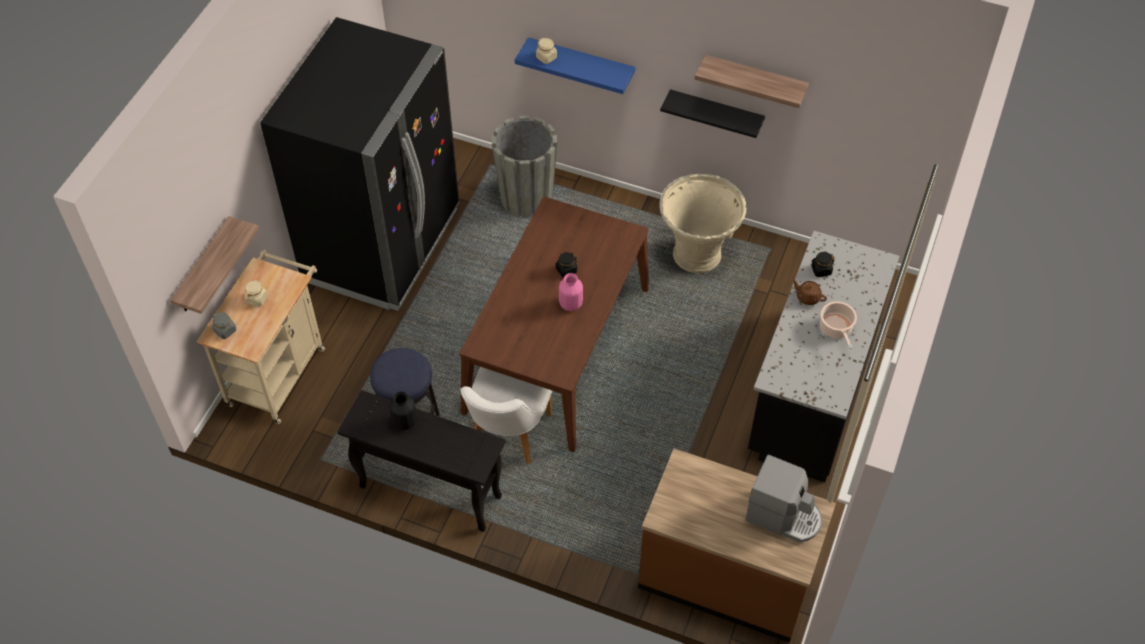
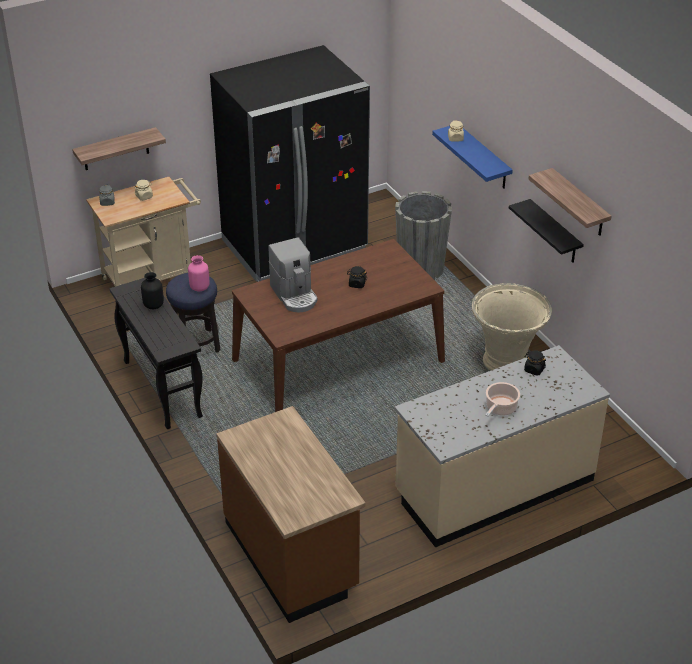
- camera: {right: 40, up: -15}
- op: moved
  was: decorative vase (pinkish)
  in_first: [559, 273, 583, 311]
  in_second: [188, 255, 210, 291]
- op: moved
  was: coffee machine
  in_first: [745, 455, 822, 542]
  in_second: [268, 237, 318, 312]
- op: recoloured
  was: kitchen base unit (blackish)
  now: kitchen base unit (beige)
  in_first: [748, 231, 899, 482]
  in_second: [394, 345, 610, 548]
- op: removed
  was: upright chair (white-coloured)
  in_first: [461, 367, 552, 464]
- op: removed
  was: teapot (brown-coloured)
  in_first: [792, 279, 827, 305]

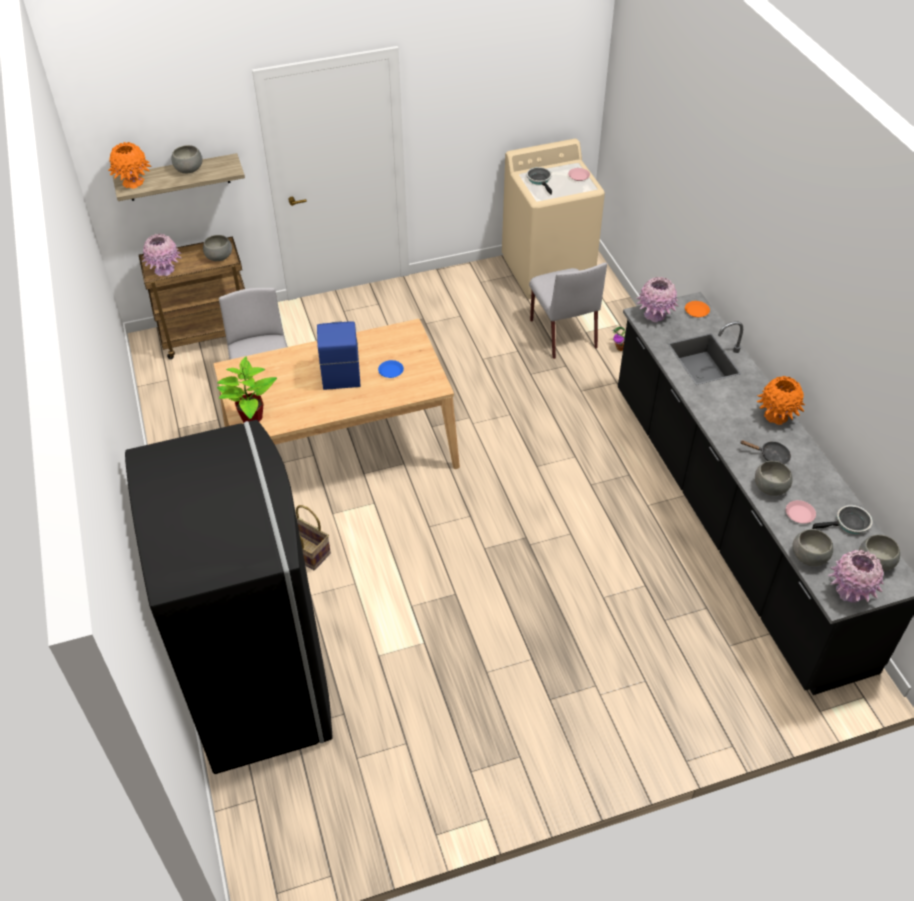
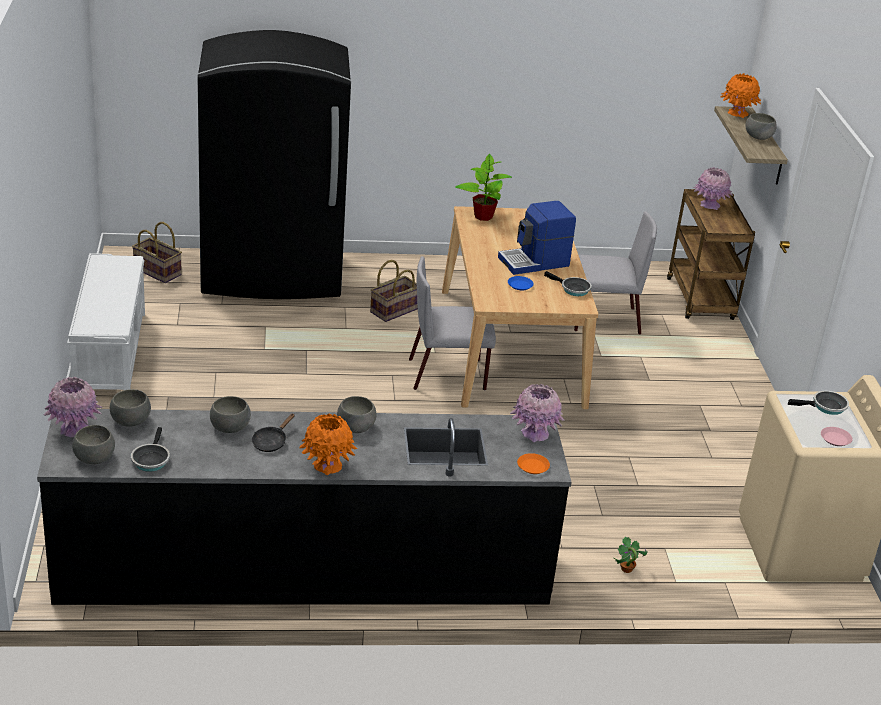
- camera: {right: 100, up: -15}
- op: added
  now: long seat (white-coloured)
  in_second: [67, 253, 145, 390]
- op: added
  now: household basket
  in_second: [132, 222, 182, 283]
- op: moved
  was: bowl (greyish)
  in_first: [203, 235, 232, 261]
  in_second: [337, 396, 376, 433]
- op: moved
  was: upright chair (greyish)
  in_first: [529, 263, 607, 359]
  in_second: [409, 256, 496, 390]
- op: turned
  was: coffee machine
  in_first: [317, 321, 361, 390]
  in_second: [498, 201, 576, 275]
  clockwise: 150
- op: added
  now: pan
  in_second: [544, 271, 592, 296]
- op: removed
  was: dinner plate (pinkish)
  in_first: [786, 500, 816, 523]

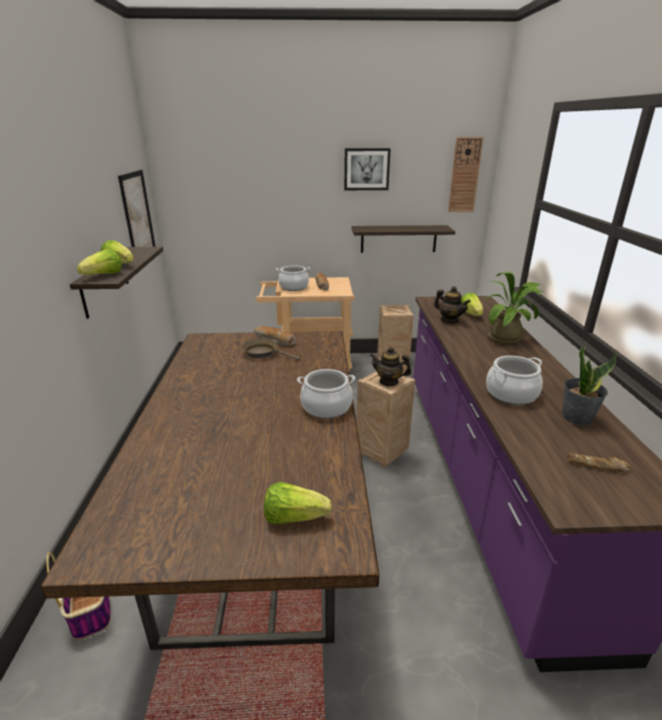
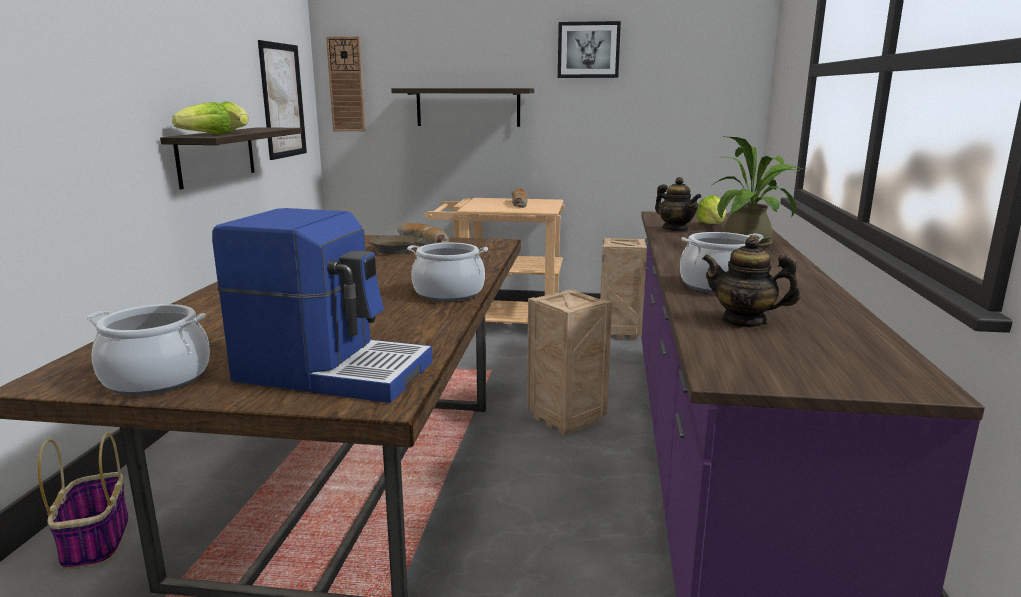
- camera: {right: 10, up: -10}
- op: moved
  was: saucepot
  in_first: [276, 265, 310, 291]
  in_second: [87, 304, 210, 395]
- op: replaced
  was: lettuce
  now: coffee machine
  in_first: [264, 482, 332, 525]
  in_second: [212, 208, 432, 403]
- op: moved
  was: wall clock
  in_first: [448, 137, 484, 212]
  in_second: [326, 36, 366, 131]
- op: moved
  was: wall shelf
  in_first: [352, 225, 455, 253]
  in_second: [391, 88, 534, 127]
- op: moved
  was: teapot
  in_first: [370, 347, 412, 386]
  in_second: [702, 236, 800, 328]
- op: removed
  was: potted plant
  in_first: [562, 343, 618, 426]
- op: removed
  was: baked bread
  in_first: [567, 453, 631, 472]

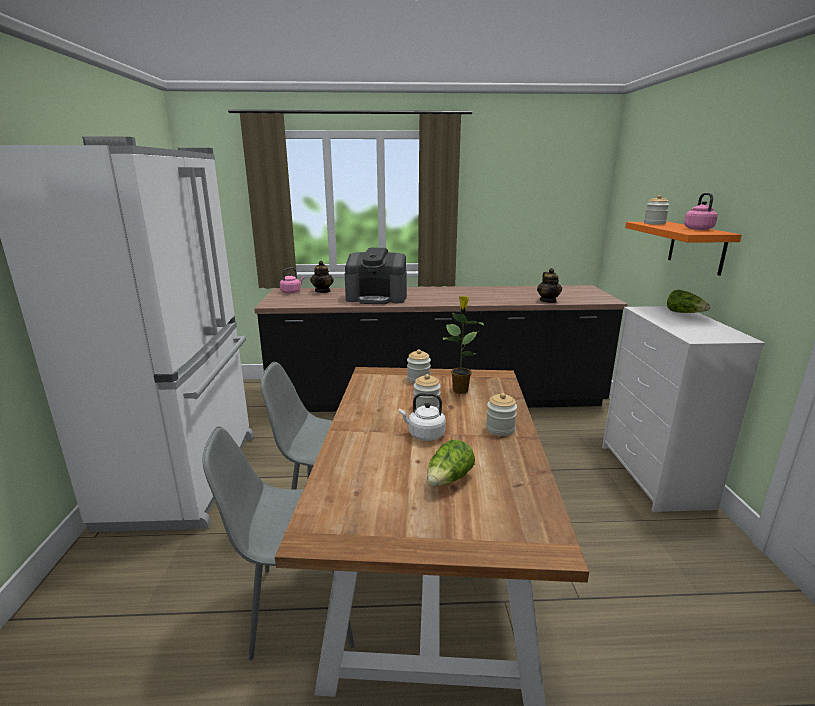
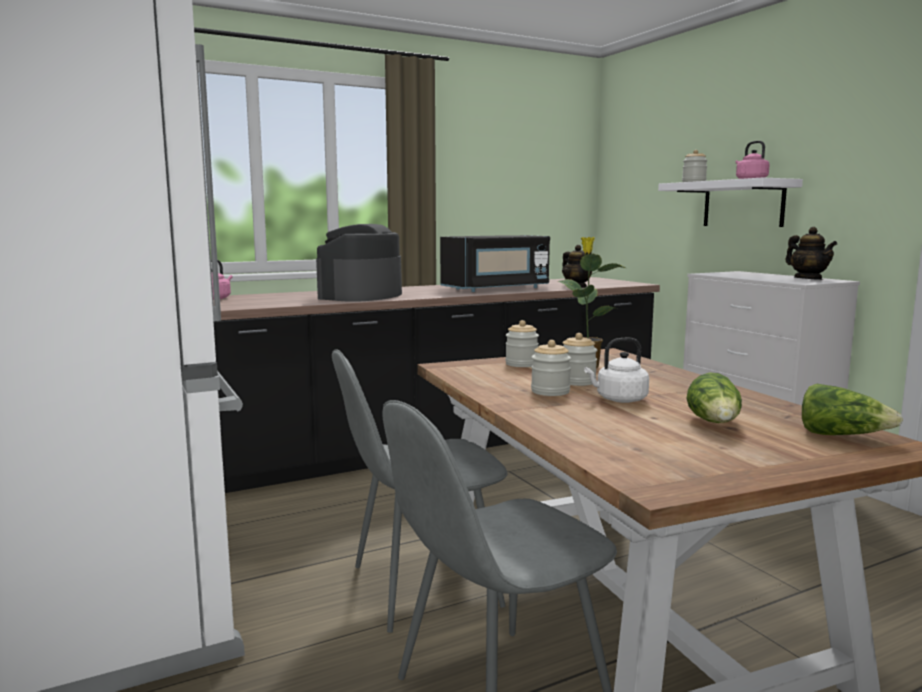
- camera: {right: -25, up: -10}
- op: turned
  was: coffee machine
  in_first: [345, 248, 407, 304]
  in_second: [316, 224, 402, 302]
  clockwise: 135
- op: added
  now: kitchen microwave (blackish)
  in_second: [440, 235, 550, 292]
- op: moved
  was: jar
  in_first: [486, 393, 517, 436]
  in_second: [531, 340, 571, 396]
- op: recoloured
  was: wall shelf (orangey)
  now: wall shelf (white-coloured)
  in_first: [625, 222, 741, 276]
  in_second: [658, 178, 803, 227]
- op: moved
  was: teapot
  in_first: [310, 261, 334, 293]
  in_second: [785, 227, 837, 280]
- op: moved
  was: lettuce
  in_first: [667, 289, 710, 313]
  in_second: [802, 384, 903, 435]

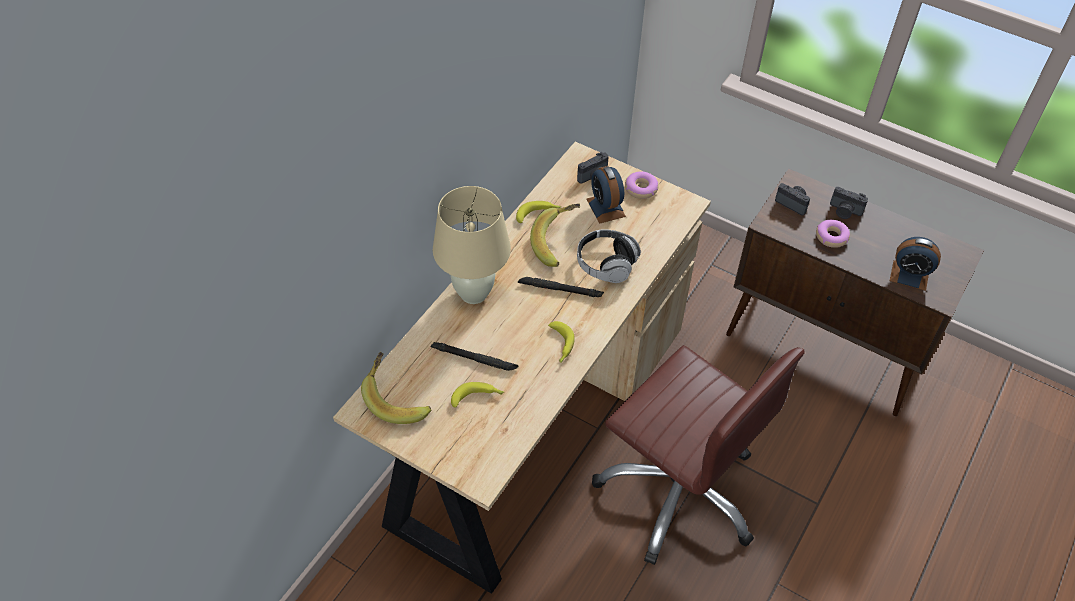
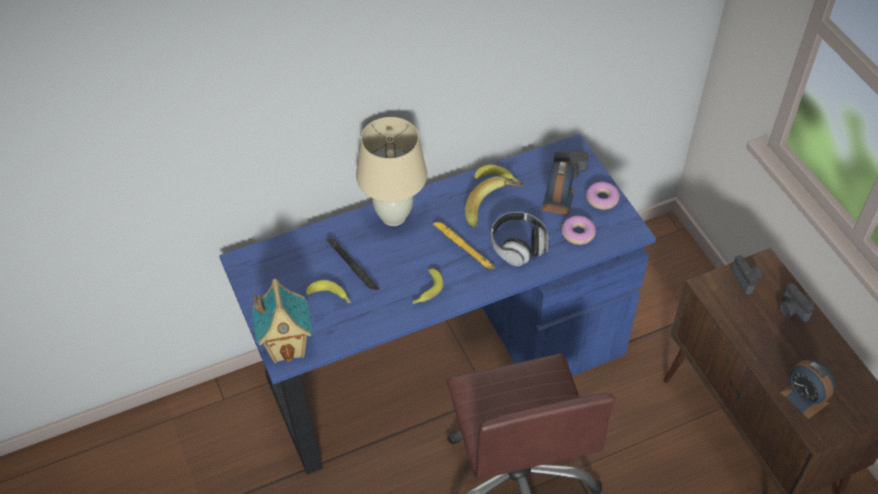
- camera: {right: 35, up: 0}
- op: recoloured
  was: desk unit (beige)
  now: desk unit (blue)
  in_first: [333, 142, 711, 594]
  in_second: [219, 134, 656, 474]
- op: added
  now: miniature house
  in_second: [252, 279, 313, 363]
- op: recoloured
  was: hand torch (blackish)
  now: hand torch (yellow-coloured)
  in_first: [518, 277, 604, 297]
  in_second: [433, 222, 495, 270]
- op: moved
  was: donut
  in_first: [816, 220, 850, 248]
  in_second: [562, 216, 596, 245]
- op: removed
  was: banana fruit
  in_first: [361, 352, 432, 424]

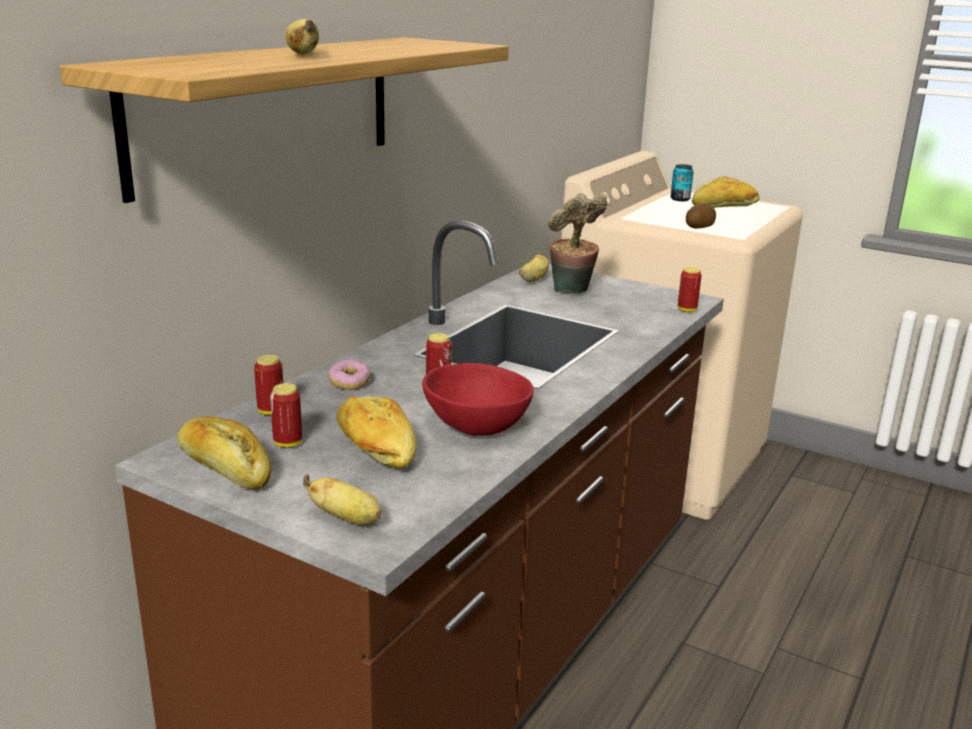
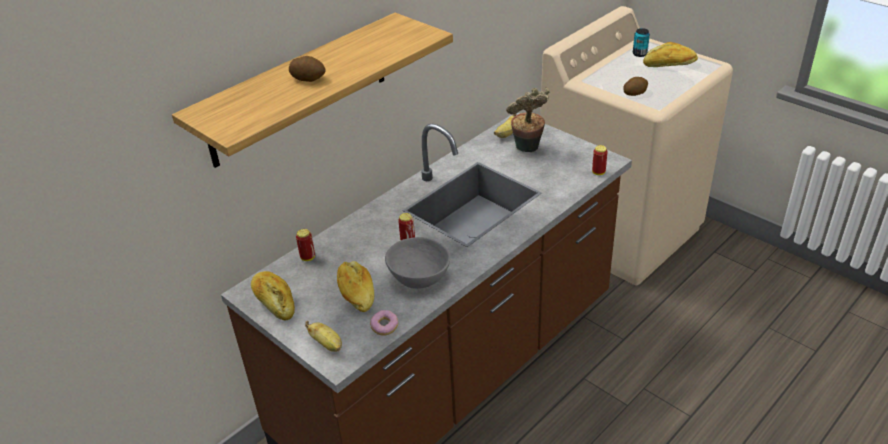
- camera: {right: 15, up: 15}
- op: replaced
  was: banana fruit
  now: potato
  in_first: [285, 19, 319, 55]
  in_second: [289, 56, 326, 82]
- op: moved
  was: donut
  in_first: [328, 360, 370, 390]
  in_second: [370, 310, 398, 336]
- op: recoloured
  was: bowl (red)
  now: bowl (greyish)
  in_first: [422, 363, 534, 436]
  in_second: [385, 237, 450, 289]
- op: removed
  was: can
  in_first: [270, 383, 302, 448]

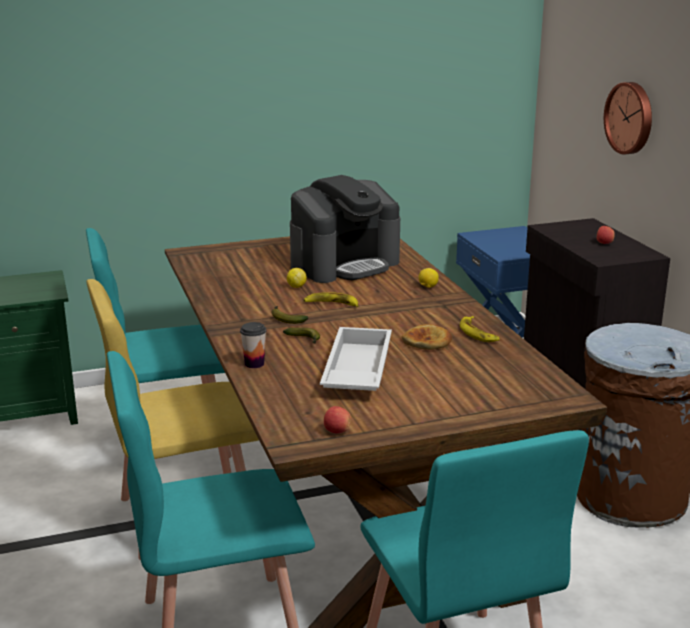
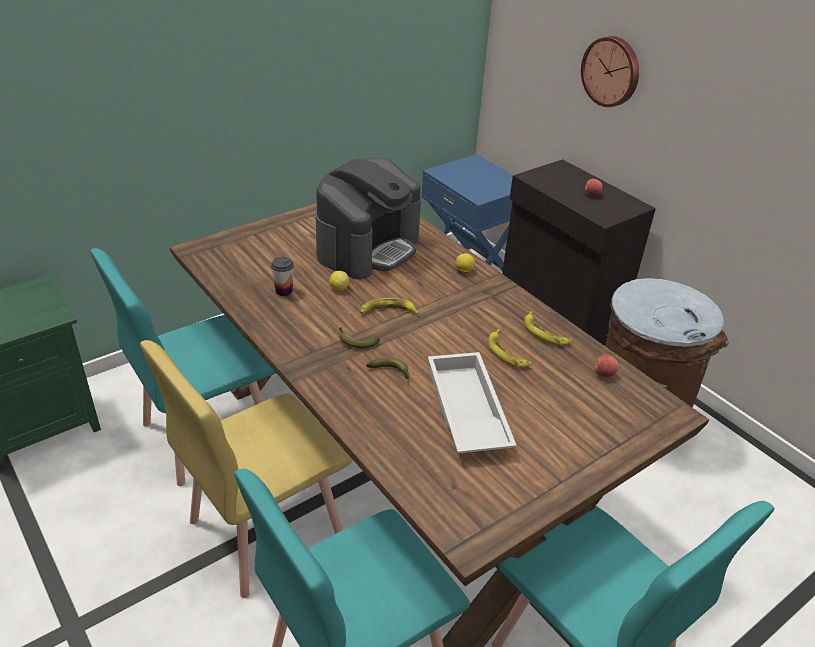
- camera: {right: -20, up: 15}
- op: moved
  was: small cup
  in_first: [240, 322, 266, 368]
  in_second: [271, 257, 294, 296]
- op: replaced
  was: baked bread
  now: banana fruit
  in_first: [401, 324, 452, 350]
  in_second: [488, 329, 532, 368]
- op: moved
  was: apple fruit
  in_first: [324, 406, 351, 433]
  in_second: [594, 354, 618, 377]

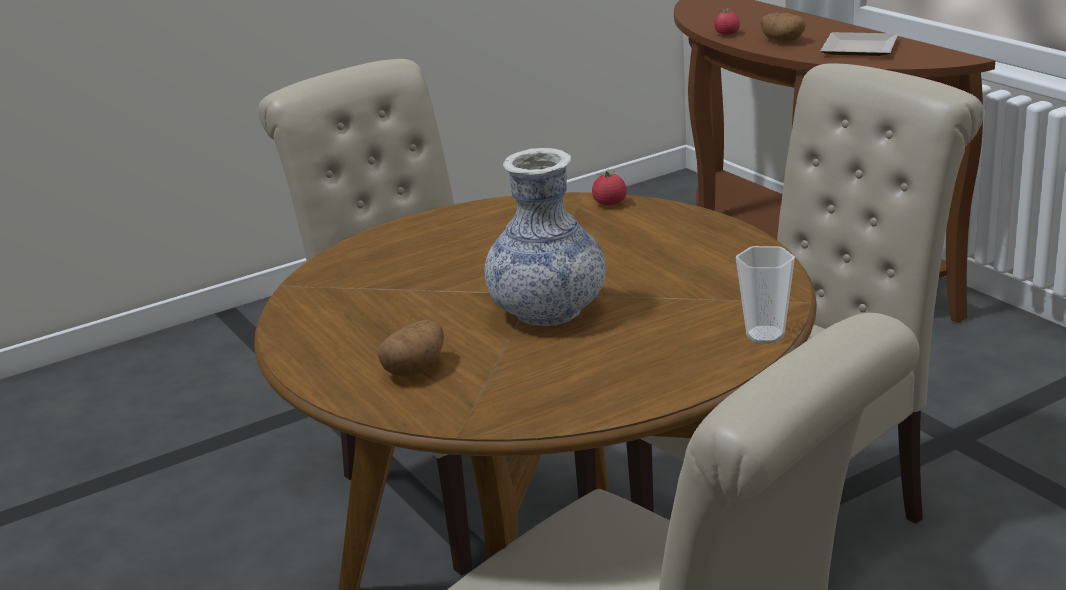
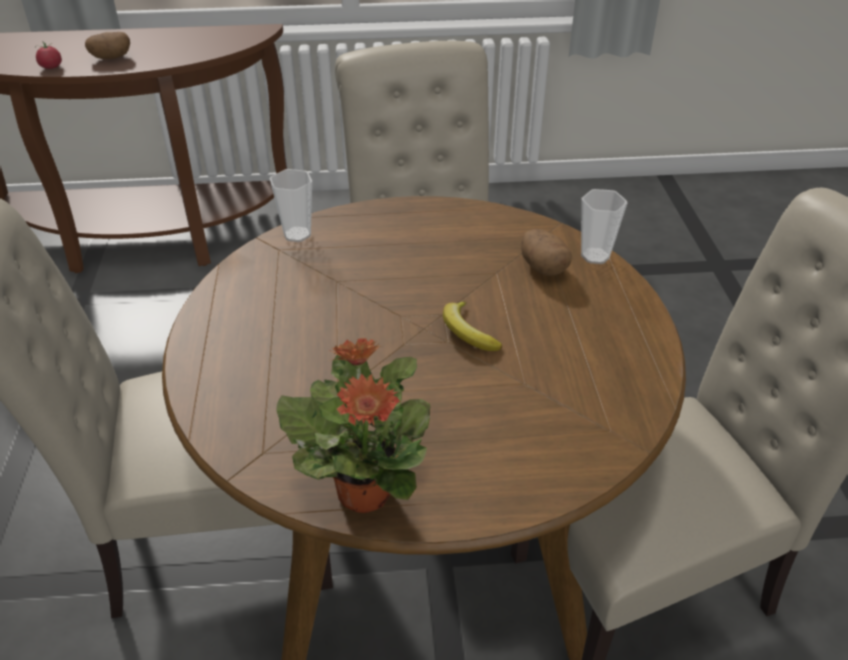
- camera: {right: -65, up: 15}
- op: replaced
  was: whole tomato
  now: small cup
  in_first: [592, 169, 627, 205]
  in_second: [269, 169, 312, 242]
- op: added
  now: potted plant
  in_second: [276, 338, 430, 513]
- op: replaced
  was: decorative vase
  now: banana fruit
  in_first: [485, 148, 606, 326]
  in_second: [443, 301, 502, 351]
- op: moved
  was: potato
  in_first: [377, 320, 444, 377]
  in_second: [521, 229, 572, 276]
- op: removed
  was: dinner plate
  in_first: [821, 32, 898, 56]

